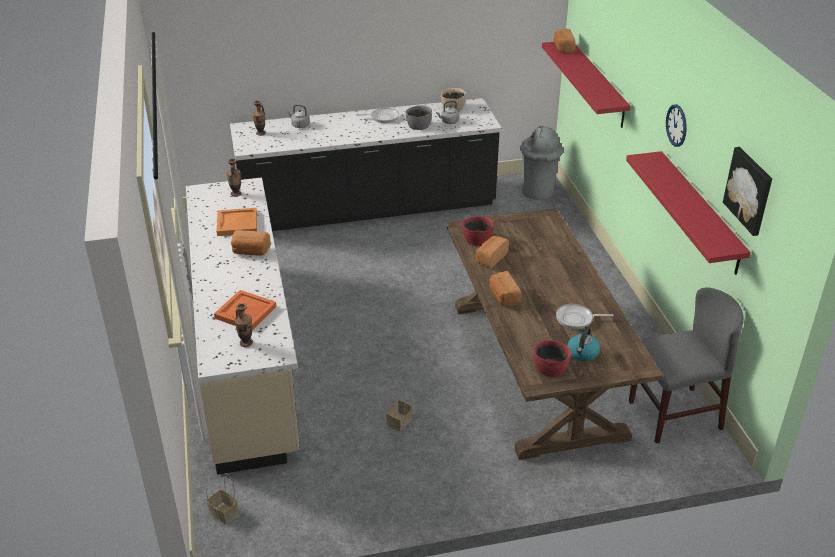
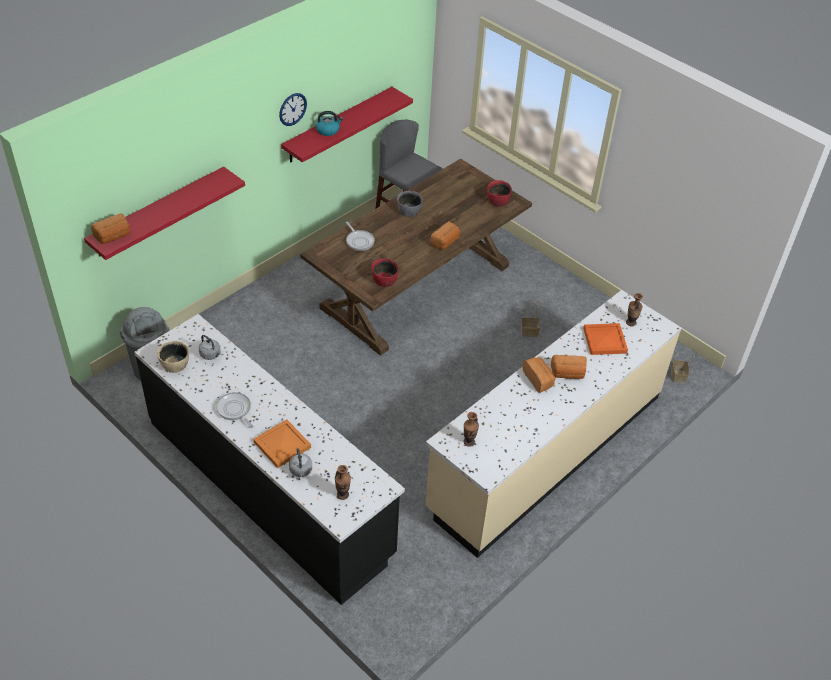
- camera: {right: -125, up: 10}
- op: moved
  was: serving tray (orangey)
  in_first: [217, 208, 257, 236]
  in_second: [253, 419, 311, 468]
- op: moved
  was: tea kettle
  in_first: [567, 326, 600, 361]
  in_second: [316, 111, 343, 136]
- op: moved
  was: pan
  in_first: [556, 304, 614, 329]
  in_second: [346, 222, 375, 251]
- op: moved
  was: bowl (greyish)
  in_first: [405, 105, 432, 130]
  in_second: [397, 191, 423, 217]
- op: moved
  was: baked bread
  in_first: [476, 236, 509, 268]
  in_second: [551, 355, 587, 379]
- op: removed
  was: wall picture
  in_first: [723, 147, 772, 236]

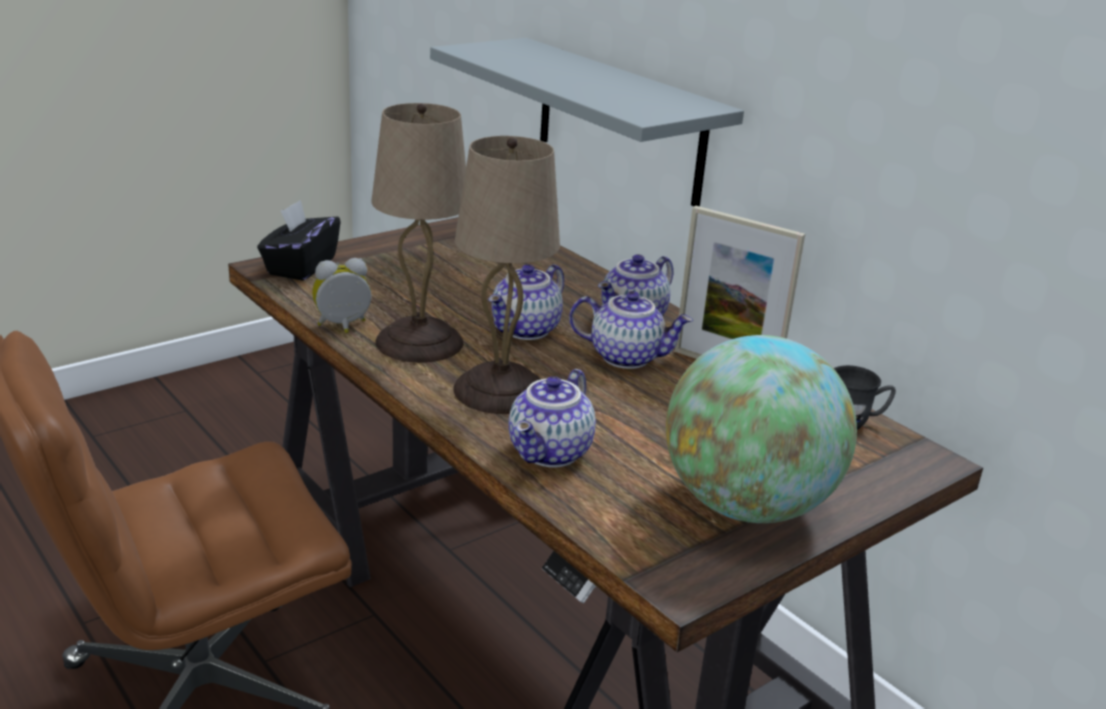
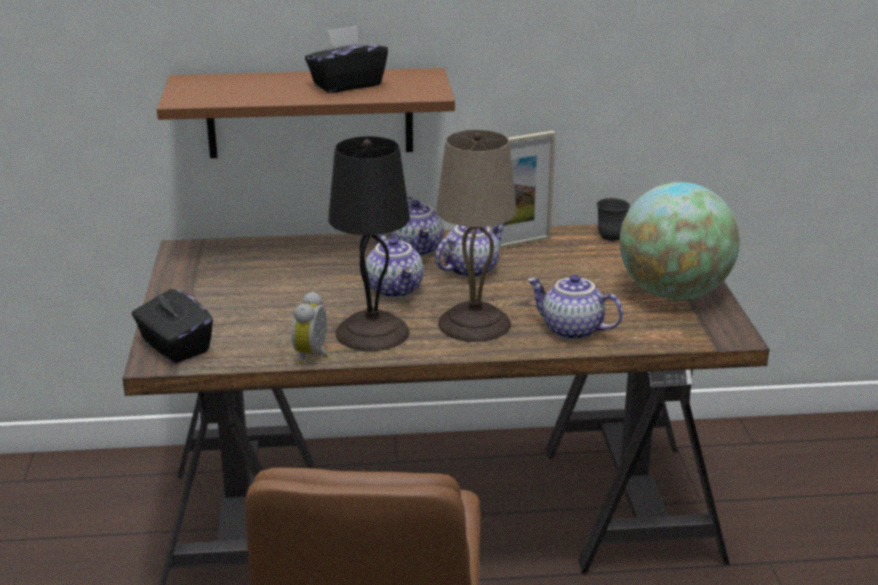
- camera: {right: -55, up: 0}
- op: recoloured
  was: wall shelf (greyish)
  now: wall shelf (brown-coloured)
  in_first: [430, 38, 744, 206]
  in_second: [157, 68, 455, 158]
- op: added
  now: tissue holder (blackish)
  in_second: [305, 25, 388, 93]
- op: recoloured
  was: tabletop lamp (beige)
  now: tabletop lamp (blackish)
  in_first: [372, 103, 466, 363]
  in_second: [328, 136, 410, 351]
- op: turned
  was: teapot
  in_first: [509, 369, 596, 468]
  in_second: [527, 274, 623, 340]
  clockwise: 150

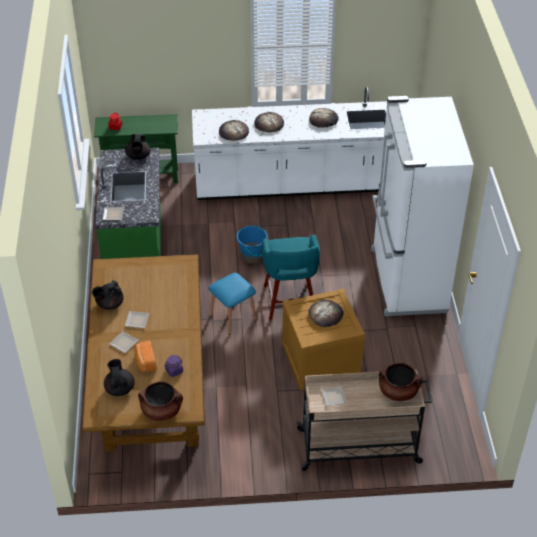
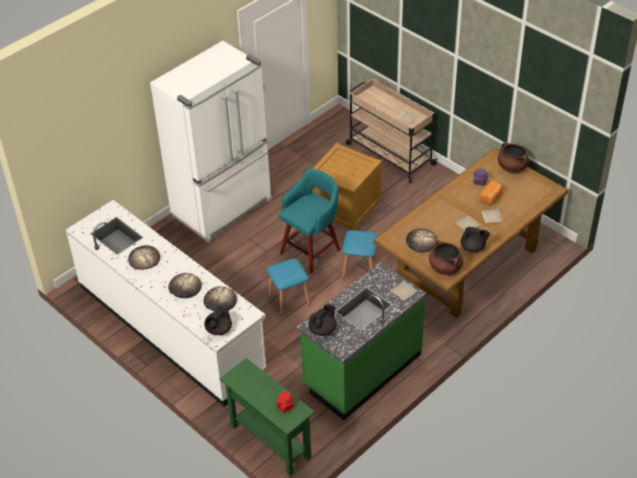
- camera: {right: -130, up: 0}
- op: moved
  was: teapot (blackish)
  in_first: [104, 359, 135, 396]
  in_second: [204, 306, 232, 335]
- op: replaced
  was: water bucket (blue)
  now: stool seat (blue)
  in_first: [236, 225, 268, 264]
  in_second: [267, 258, 310, 315]
- op: moved
  was: baked bread
  in_first: [308, 300, 343, 327]
  in_second: [406, 228, 437, 253]
- op: moved
  was: saucepot (brown-coloured)
  in_first: [379, 363, 422, 401]
  in_second: [429, 240, 463, 275]

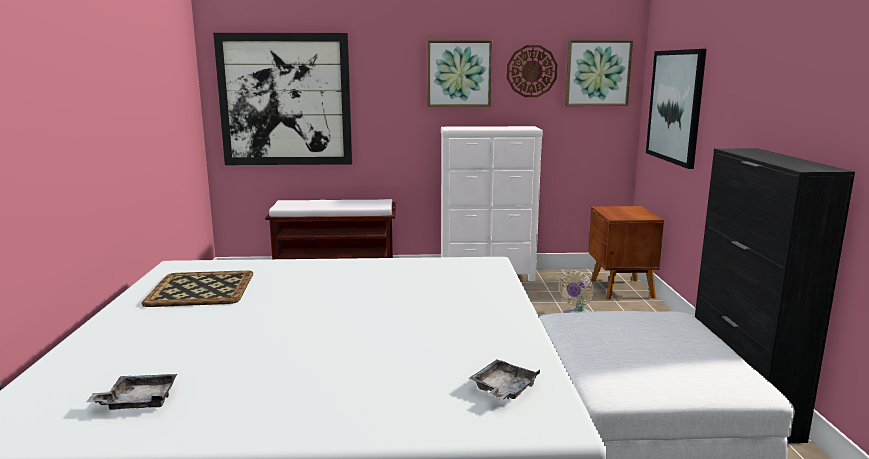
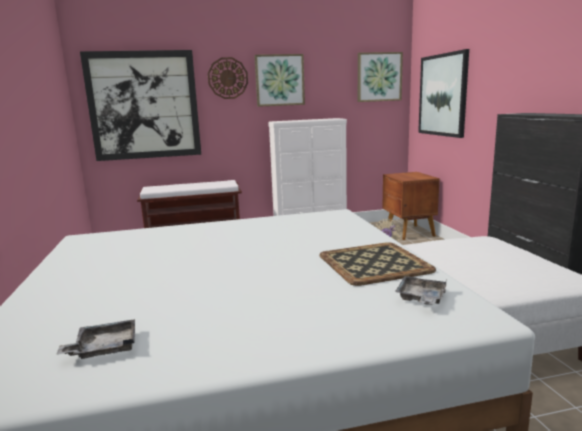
- camera: {right: -10, up: 0}
- op: moved
  was: wall clock
  in_first: [507, 45, 558, 97]
  in_second: [208, 57, 248, 99]
- op: moved
  was: serving tray
  in_first: [141, 270, 253, 307]
  in_second: [319, 242, 436, 286]

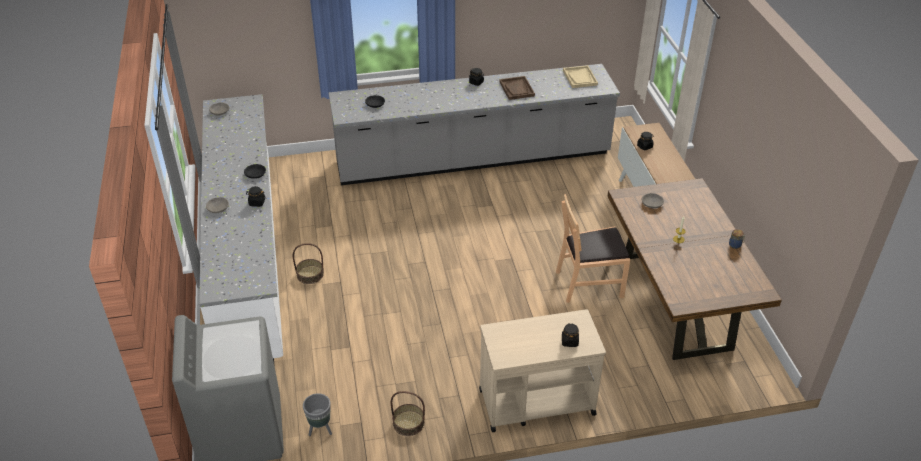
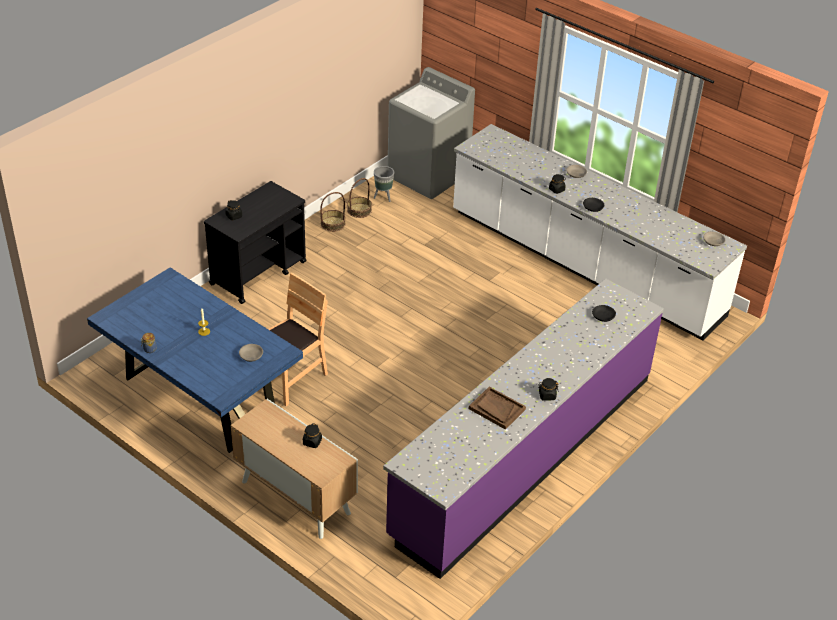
- camera: {right: 140, up: 0}
- op: recoloured
  was: dining table (brown-coloured)
  now: dining table (blue)
  in_first: [607, 178, 782, 360]
  in_second: [87, 267, 303, 453]
- op: recoloured
  was: cart (beige)
  now: cart (blackish)
  in_first: [479, 309, 606, 432]
  in_second: [204, 181, 306, 304]
- op: moved
  was: household basket
  in_first: [293, 243, 324, 284]
  in_second: [347, 178, 372, 218]
- op: recoloured
  was: kitchen base unit (greyish)
  now: kitchen base unit (purplish)
  in_first: [329, 64, 620, 185]
  in_second: [383, 278, 664, 579]
- op: removed
  was: serving tray (beige)
  in_first: [563, 65, 598, 88]

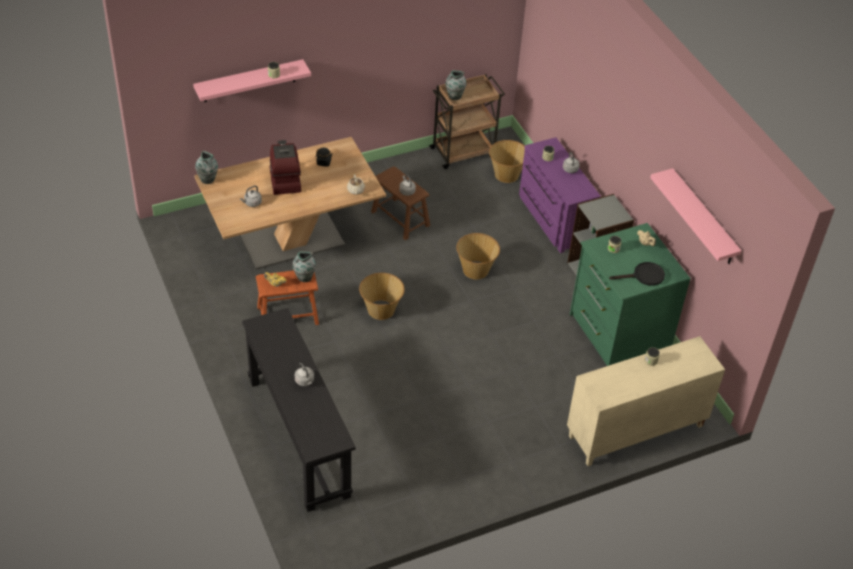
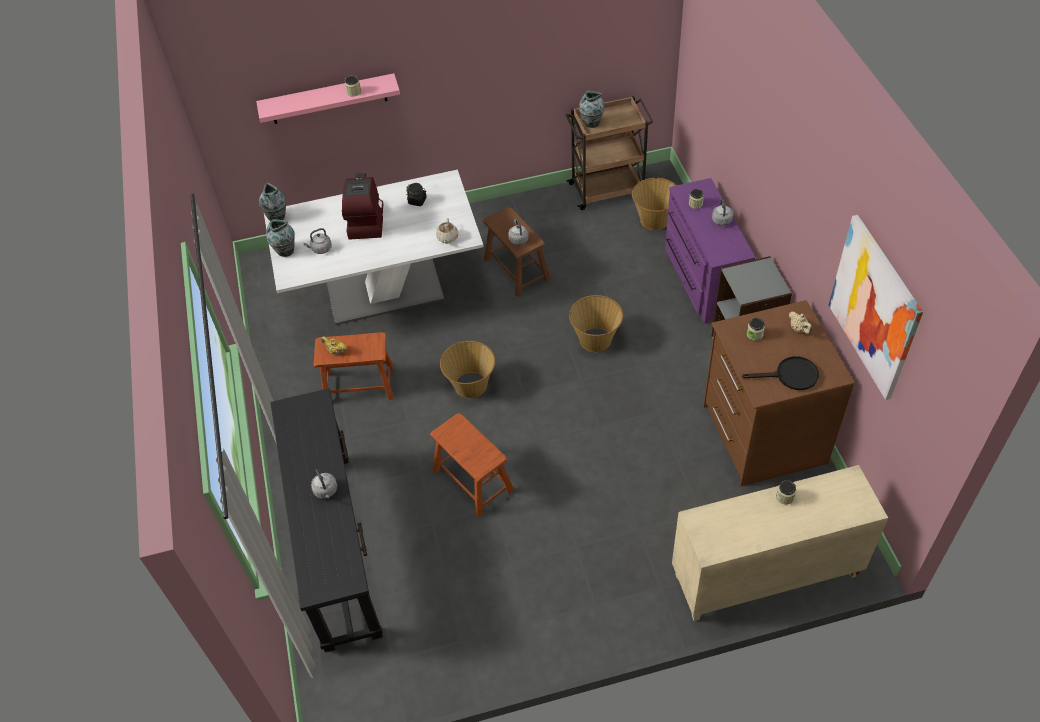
- camera: {right: 15, up: 5}
- op: recoloured
  was: dining table (brown-coloured)
  now: dining table (white-coloured)
  in_first: [194, 137, 386, 270]
  in_second: [264, 170, 484, 325]
- op: moved
  was: decorative vase
  in_first: [292, 251, 316, 282]
  in_second: [266, 219, 295, 257]
- op: added
  now: stool seat (brown-coloured)
  in_second: [430, 413, 514, 517]
- op: recoloured
  was: dresser (green-coloured)
  now: dresser (brown-coloured)
  in_first: [570, 223, 691, 366]
  in_second: [703, 300, 855, 486]
- op: replaced
  was: wall shelf (pinkish)
  now: wall picture
  in_first: [650, 168, 742, 264]
  in_second: [829, 215, 923, 400]

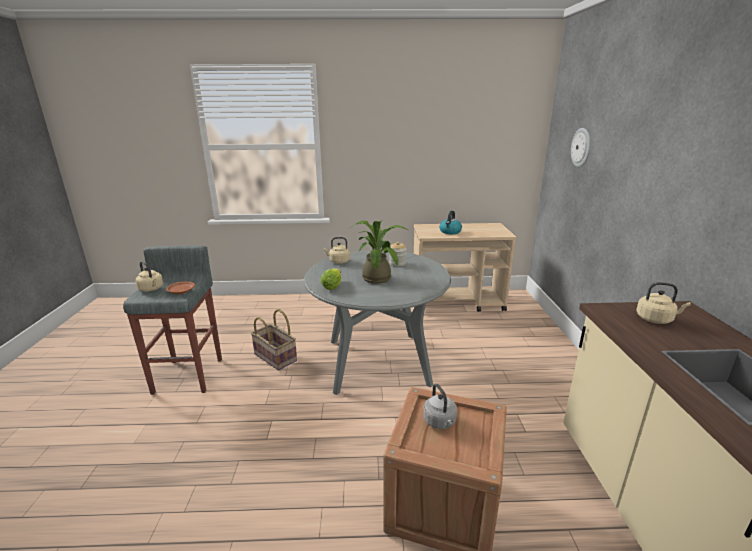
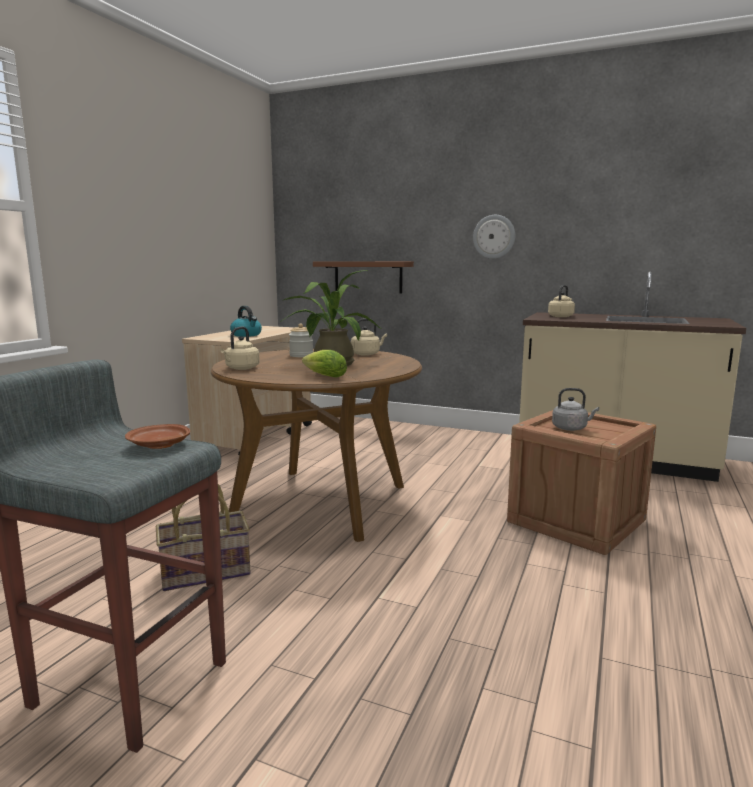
- camera: {right: -65, up: -10}
- op: recoloured
  was: dining table (greyish)
  now: dining table (brown-coloured)
  in_first: [304, 250, 451, 395]
  in_second: [211, 349, 422, 542]
- op: added
  now: wall shelf (brown-coloured)
  in_second: [313, 261, 414, 294]
- op: moved
  was: tea kettle (beige)
  in_first: [136, 261, 163, 291]
  in_second: [351, 318, 387, 356]
- op: moved
  was: wall clock
  in_first: [571, 128, 590, 167]
  in_second: [473, 215, 515, 259]

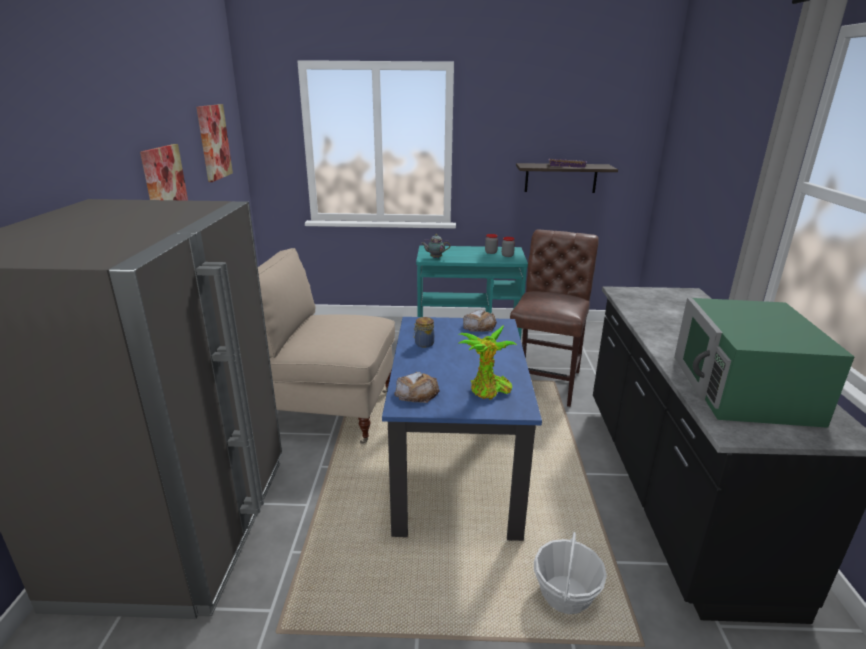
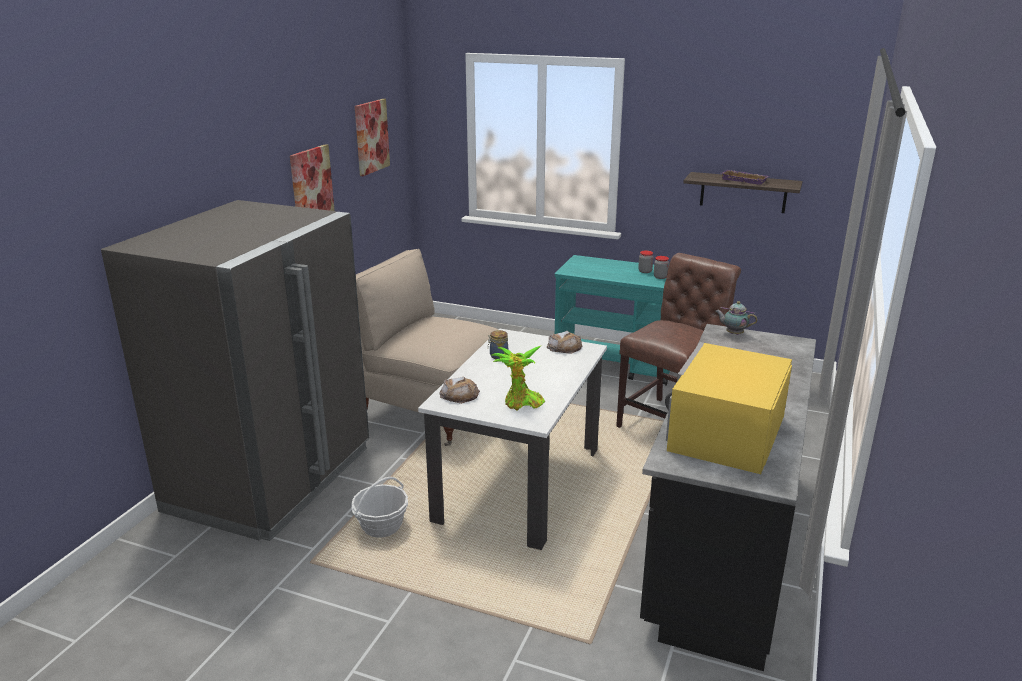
- camera: {right: 20, up: 0}
- op: moved
  was: household basket
  in_first: [534, 532, 607, 614]
  in_second: [351, 477, 408, 538]
- op: recoloured
  was: dining table (blue)
  now: dining table (white-coloured)
  in_first: [382, 317, 542, 541]
  in_second: [418, 329, 607, 550]
- op: recoloured
  was: kitchen microwave (green-coloured)
  now: kitchen microwave (yellow-coloured)
  in_first: [674, 298, 854, 428]
  in_second: [665, 342, 792, 474]
- op: moved
  was: teapot
  in_first: [421, 234, 450, 258]
  in_second: [715, 301, 758, 335]

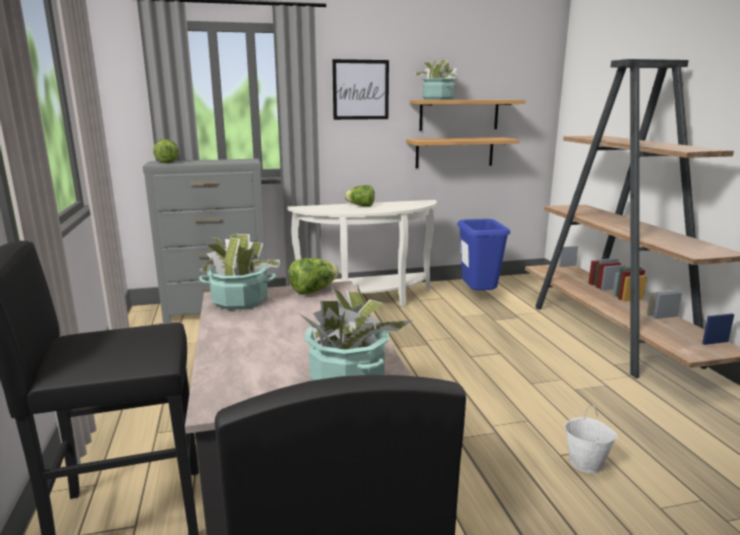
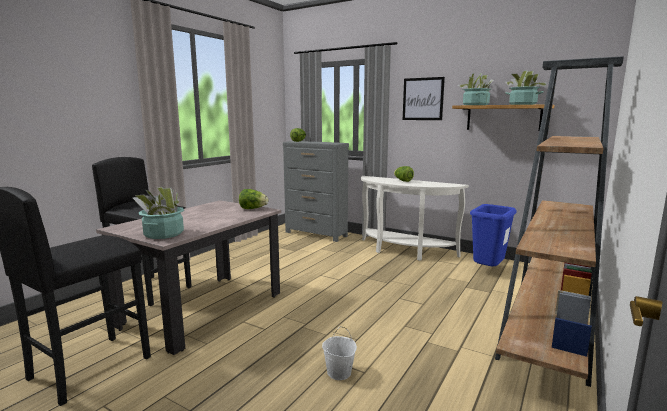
- camera: {right: 45, up: -5}
- op: moved
  was: potted plant
  in_first: [199, 233, 281, 310]
  in_second: [506, 70, 547, 105]
- op: removed
  was: wall shelf
  in_first: [406, 137, 519, 168]

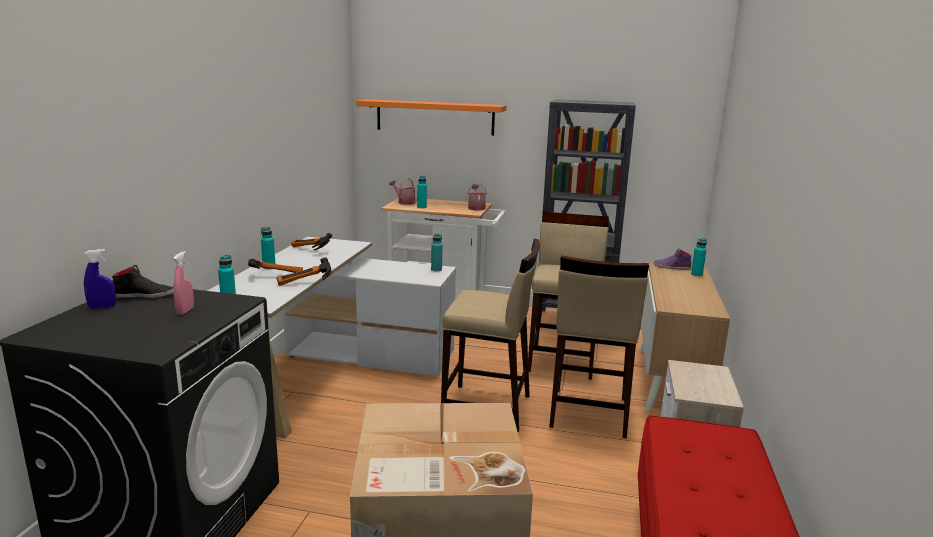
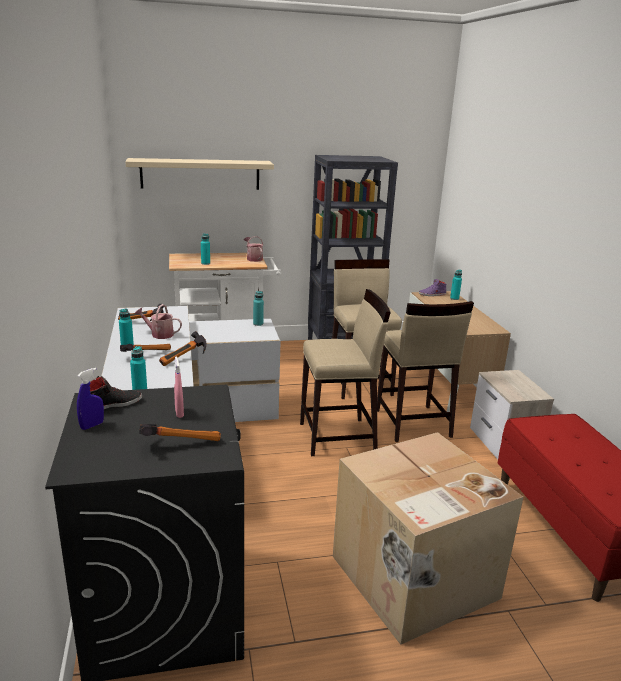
- camera: {right: -25, up: 5}
- op: recoloured
  was: wall shelf (orangey)
  now: wall shelf (beige)
  in_first: [356, 99, 506, 136]
  in_second: [125, 158, 274, 190]
- op: moved
  was: sprinkling can
  in_first: [389, 178, 417, 205]
  in_second: [134, 304, 182, 339]
- op: added
  now: hammer
  in_second: [139, 424, 221, 441]

